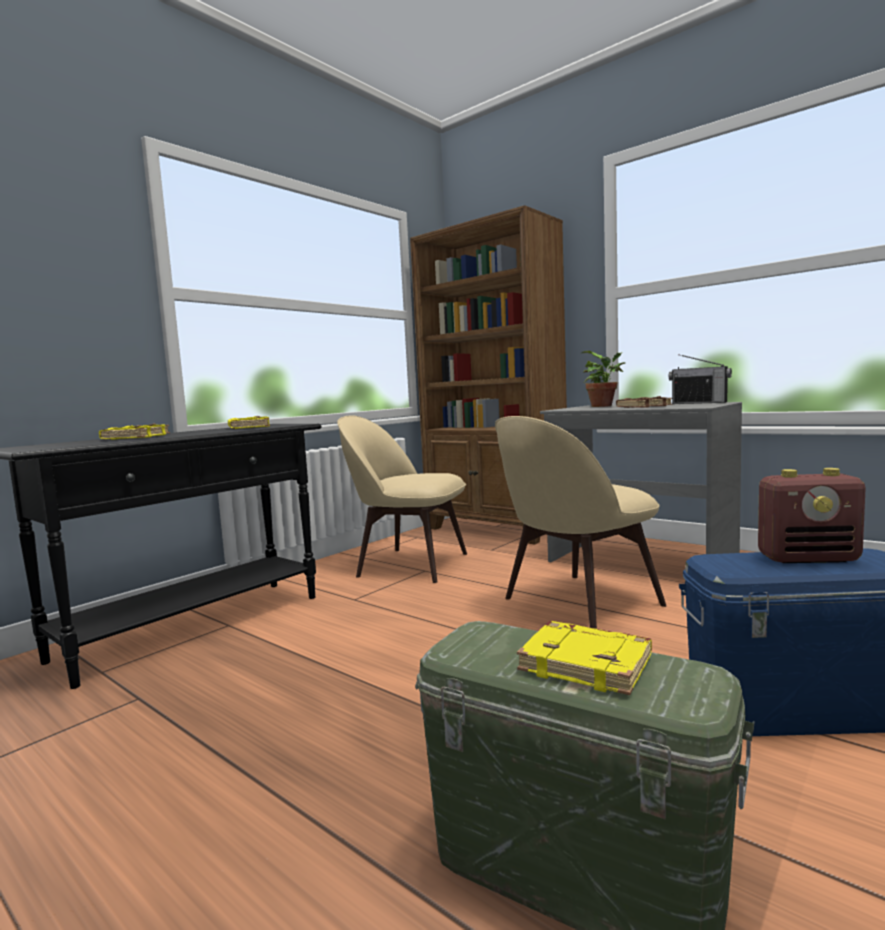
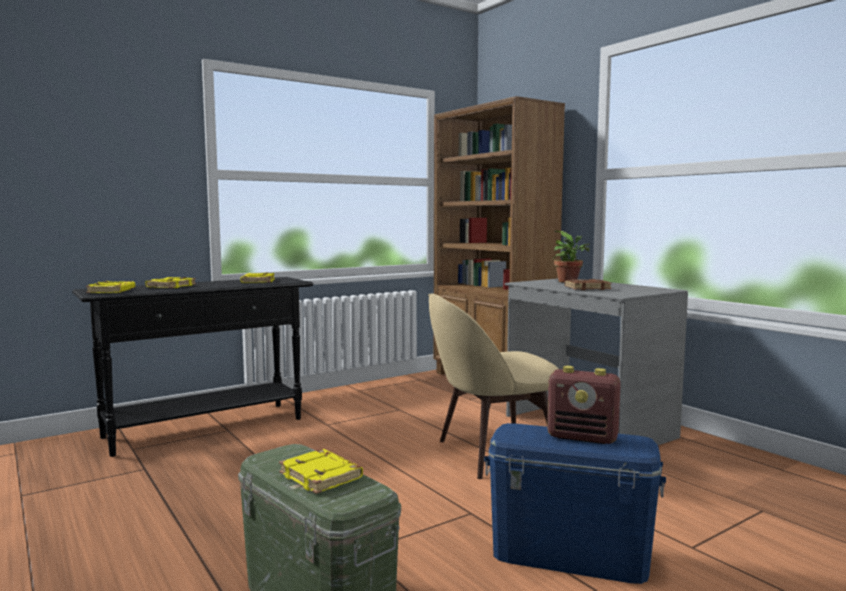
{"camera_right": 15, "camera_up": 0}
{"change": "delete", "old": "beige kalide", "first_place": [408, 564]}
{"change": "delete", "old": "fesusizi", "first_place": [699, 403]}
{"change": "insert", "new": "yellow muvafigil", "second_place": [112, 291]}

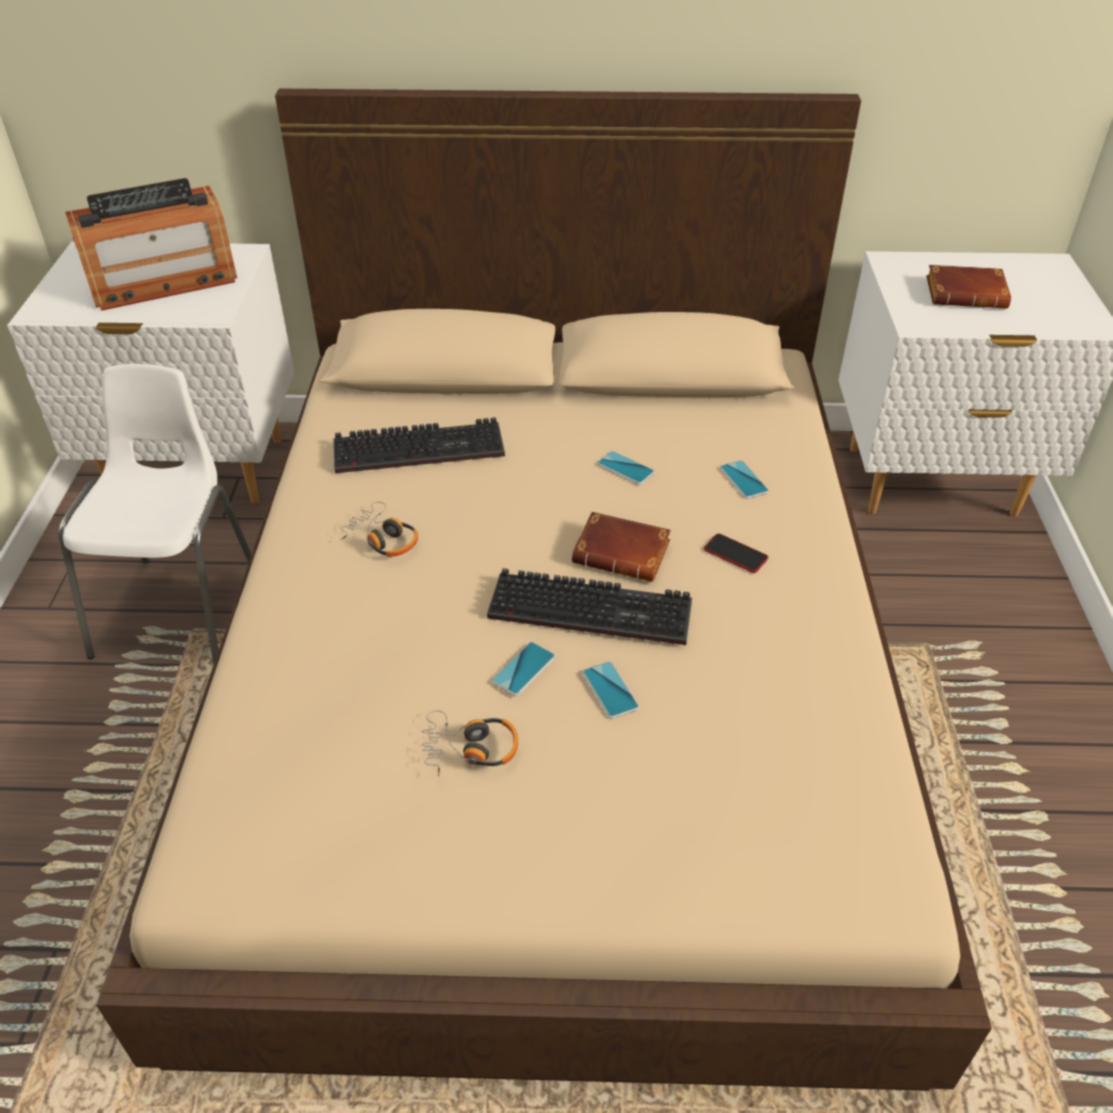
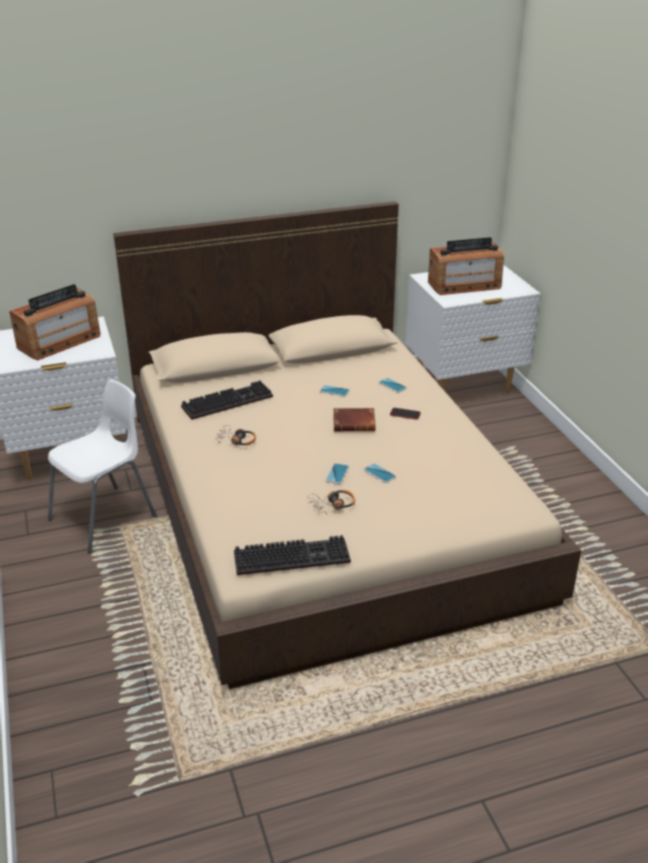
{"camera_right": -20, "camera_up": -10}
{"change": "move", "old": "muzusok", "first_place": [594, 608], "second_place": [293, 556]}
{"change": "replace", "old": "brown muvafigil", "new": "fesusizi", "first_place": [967, 294], "second_place": [464, 285]}
{"change": "rotate", "old": "white kalide", "first_place": [180, 607], "second_place": [105, 517], "degrees": 60}

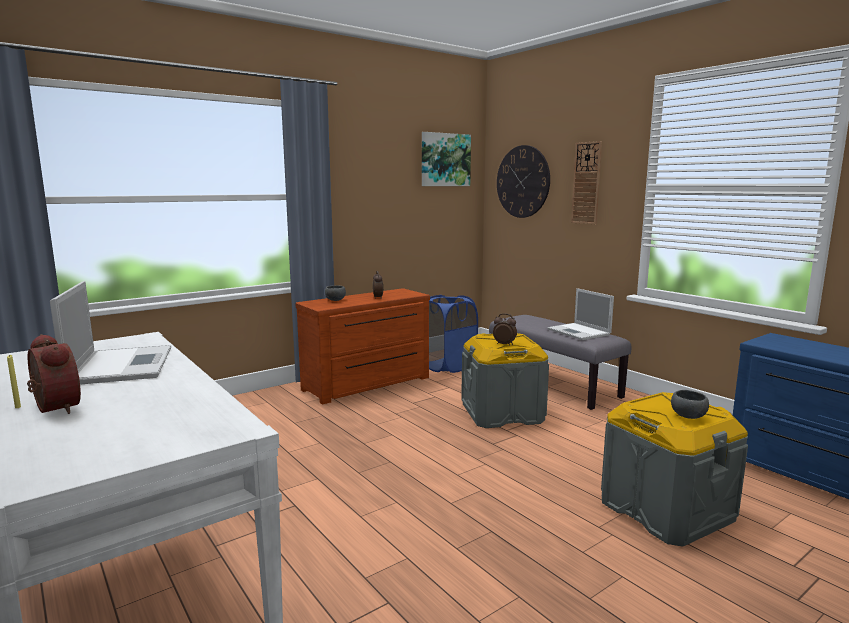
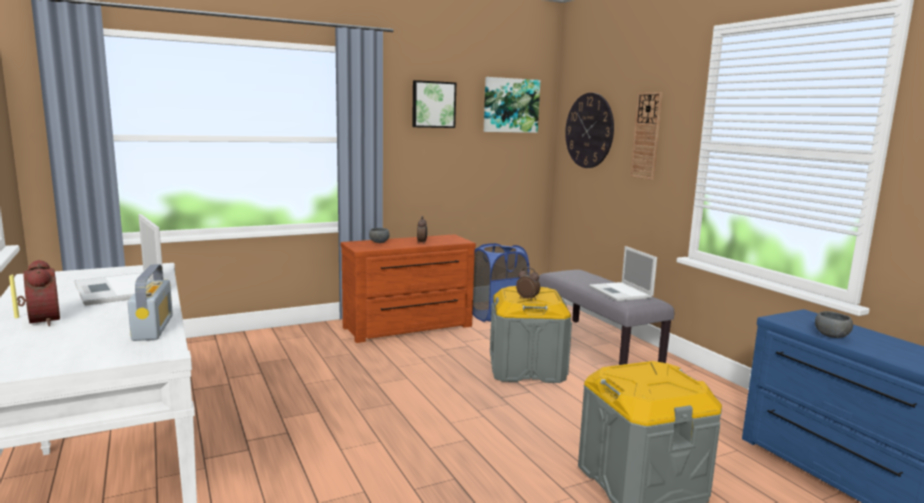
{"camera_right": 10, "camera_up": 0}
{"change": "insert", "new": "fesusizi", "second_place": [153, 328]}
{"change": "insert", "new": "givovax", "second_place": [433, 104]}
{"change": "move", "old": "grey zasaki", "first_place": [687, 416], "second_place": [830, 336]}
{"change": "rotate", "old": "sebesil", "first_place": [121, 365], "second_place": [119, 290], "degrees": 150}

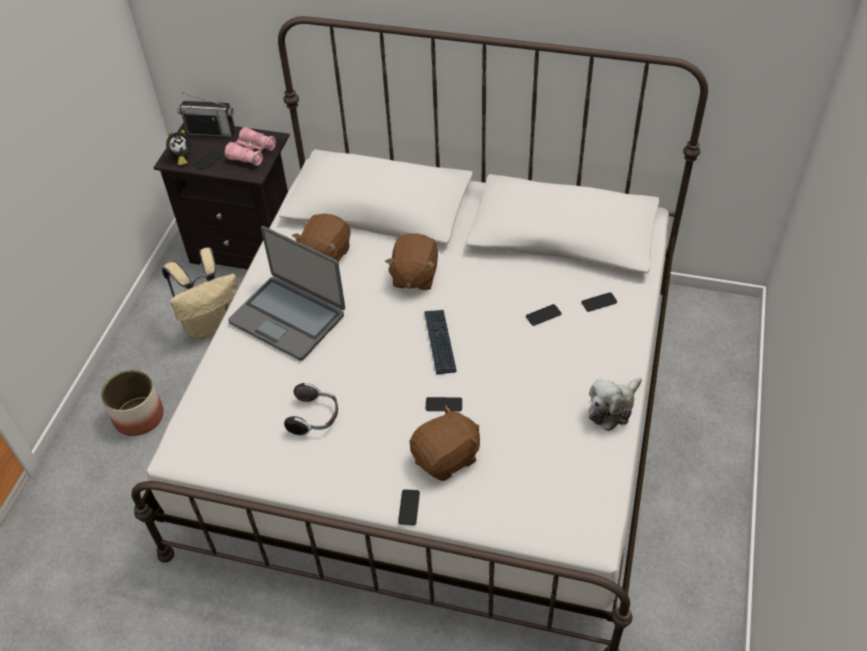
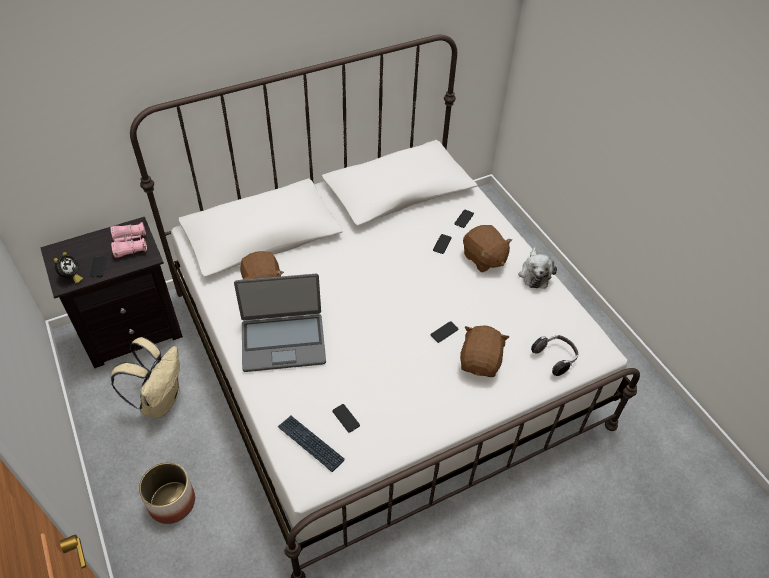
{"camera_right": -45, "camera_up": 0}
{"change": "delete", "old": "fesusizi", "first_place": [211, 132]}
{"change": "move", "old": "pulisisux", "first_place": [314, 417], "second_place": [555, 358]}
{"change": "move", "old": "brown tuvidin", "first_place": [414, 276], "second_place": [483, 259]}
{"change": "move", "old": "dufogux", "first_place": [409, 507], "second_place": [346, 418]}
{"change": "move", "old": "muzusok", "first_place": [439, 342], "second_place": [310, 443]}

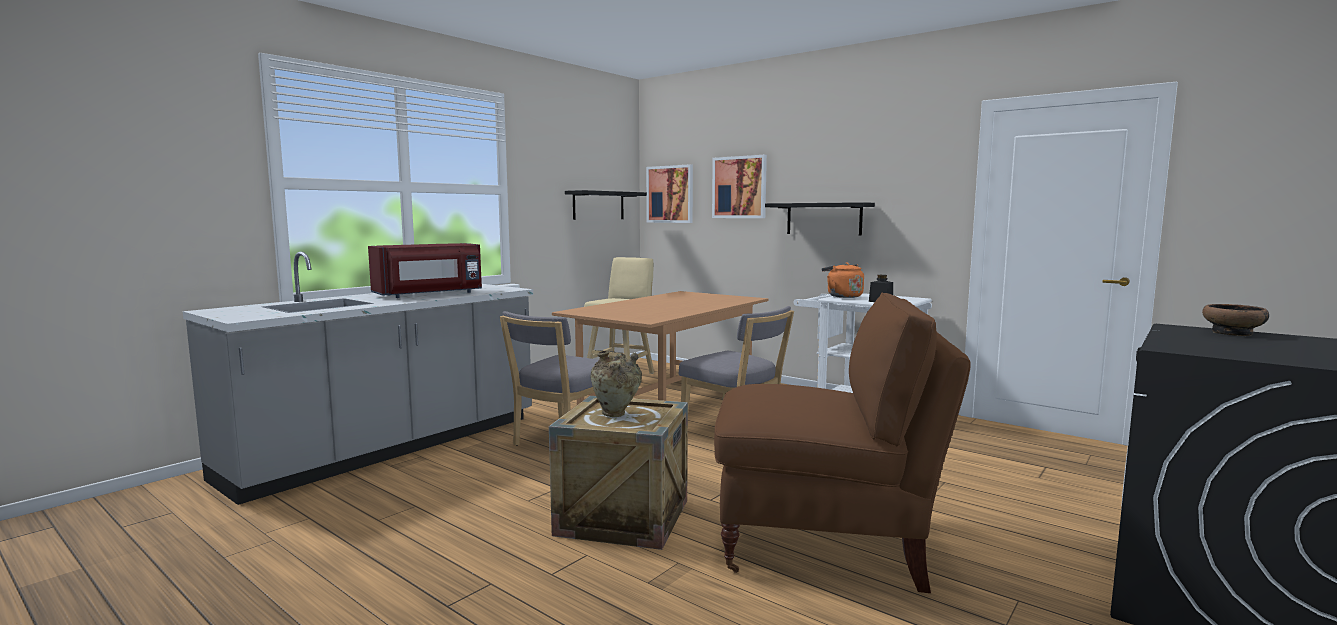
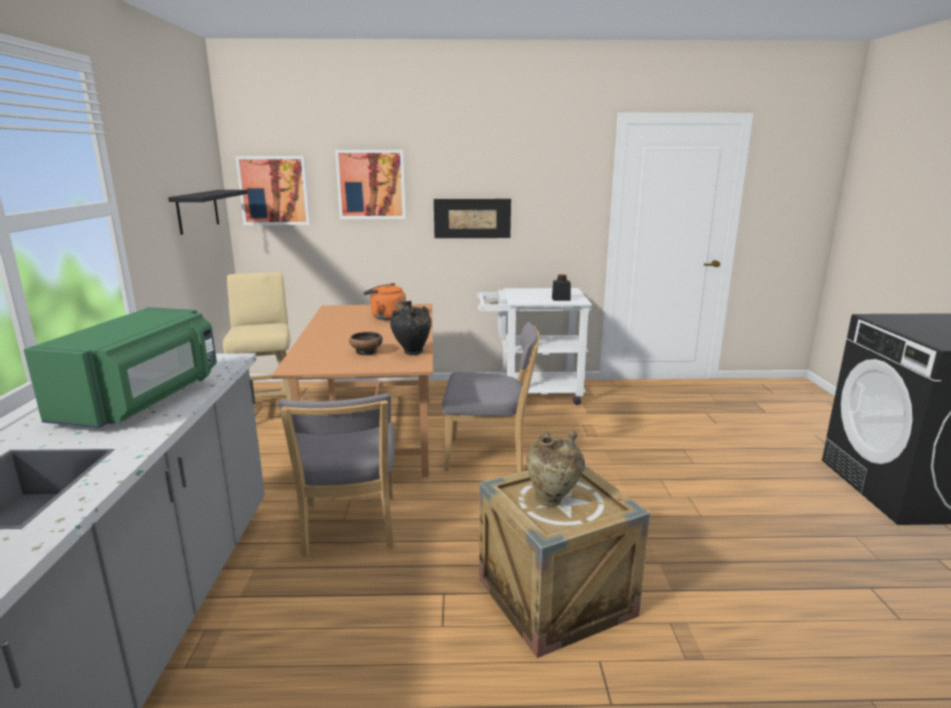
{"camera_right": -40, "camera_up": 10}
{"change": "delete", "old": "brown kalide", "first_place": [825, 542]}
{"change": "insert", "new": "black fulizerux", "second_place": [412, 353]}
{"change": "move", "old": "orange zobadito", "first_place": [842, 296], "second_place": [386, 317]}
{"change": "move", "old": "zasaki", "first_place": [1233, 333], "second_place": [366, 352]}
{"change": "replace", "old": "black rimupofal", "new": "givovax", "first_place": [823, 219], "second_place": [472, 218]}
{"change": "recolor", "old": "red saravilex", "new": "green saravilex", "first_place": [430, 294], "second_place": [143, 400]}

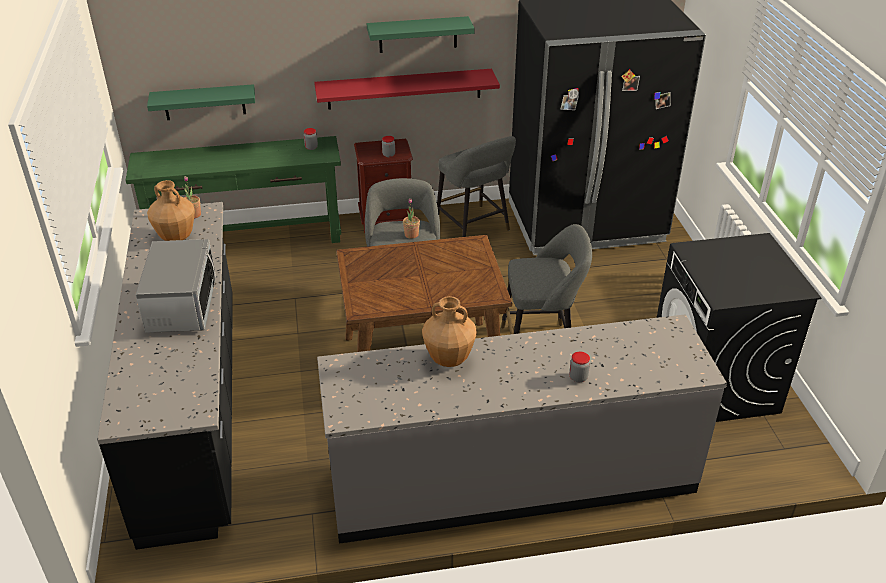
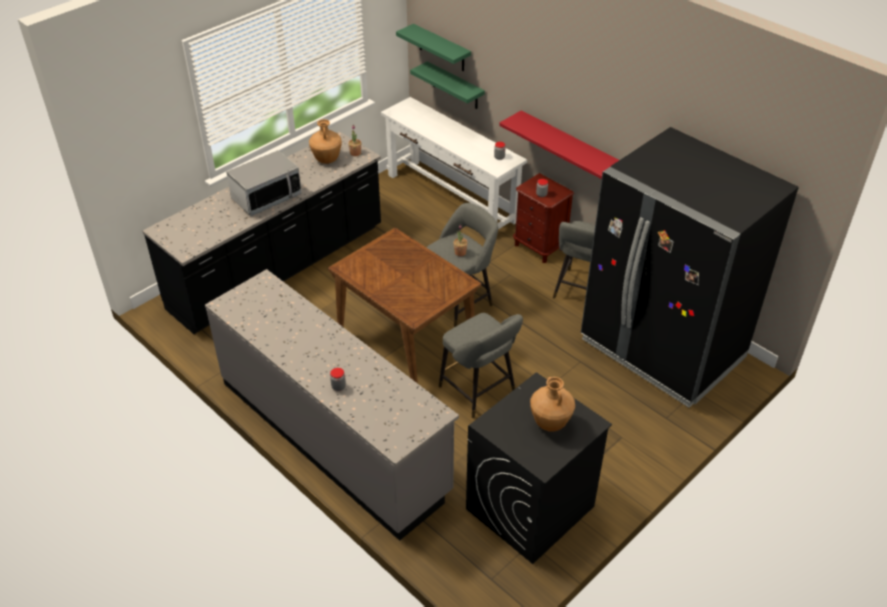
{"camera_right": 55, "camera_up": 5}
{"change": "move", "old": "green rimupofal", "first_place": [418, 34], "second_place": [441, 48]}
{"change": "move", "old": "brown fulizerux", "first_place": [448, 359], "second_place": [550, 423]}
{"change": "recolor", "old": "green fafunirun", "new": "white fafunirun", "first_place": [247, 238], "second_place": [451, 198]}

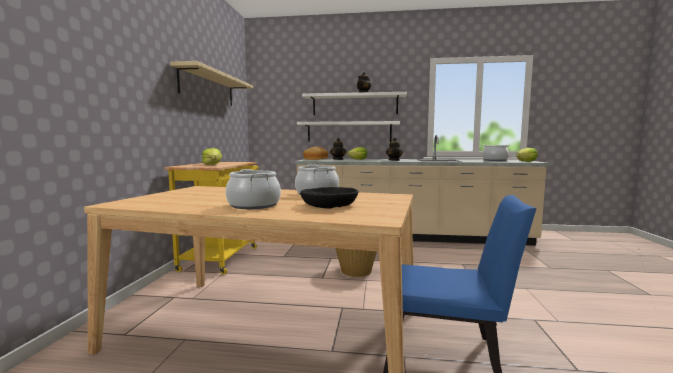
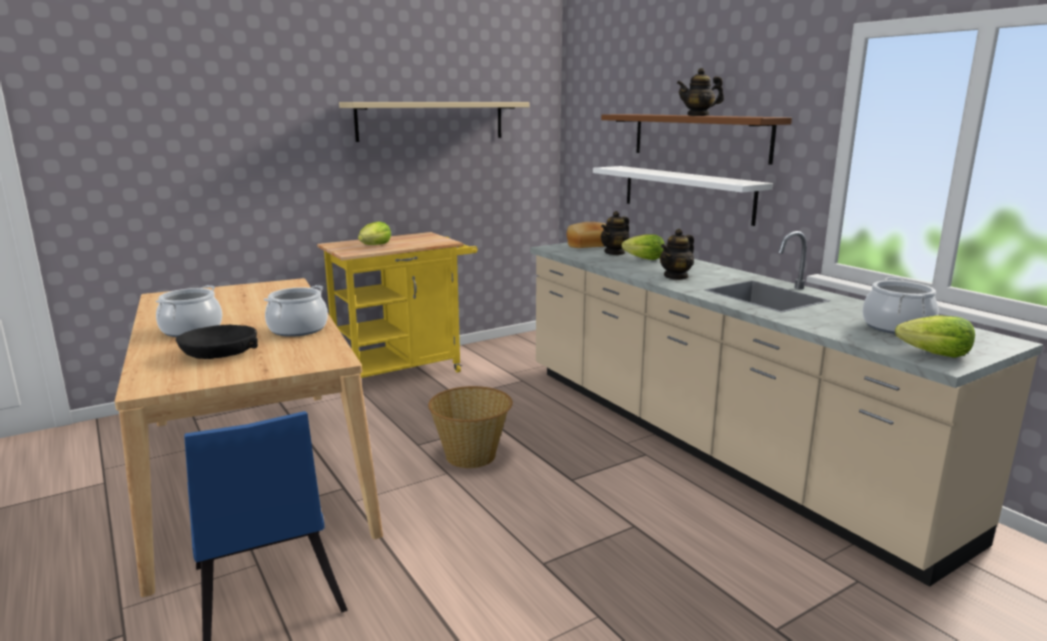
{"camera_right": 50, "camera_up": 10}
{"change": "recolor", "old": "white rimupofal", "new": "brown rimupofal", "first_place": [355, 105], "second_place": [699, 137]}

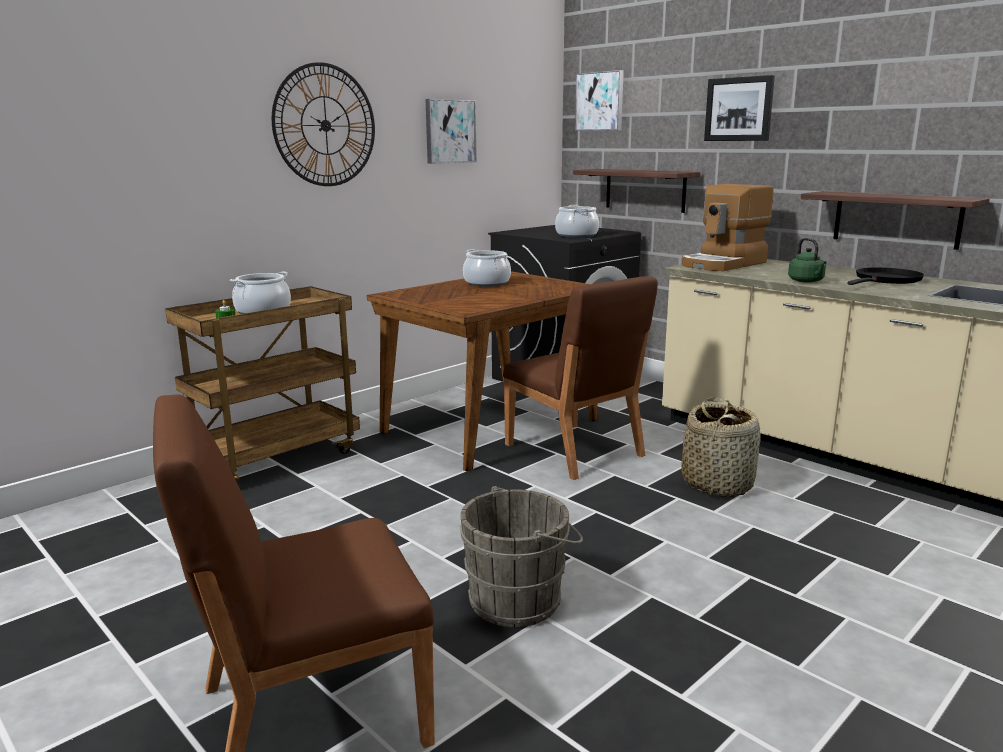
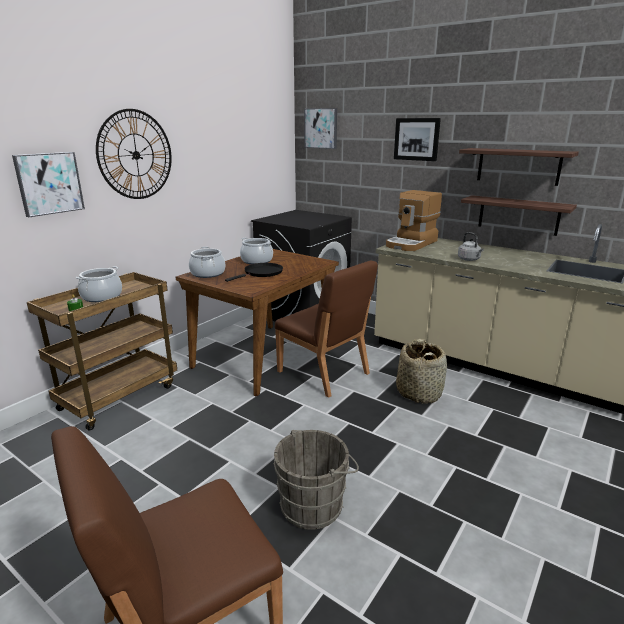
{"camera_right": -10, "camera_up": 5}
{"change": "move", "old": "givovax", "first_place": [449, 131], "second_place": [49, 183]}
{"change": "move", "old": "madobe", "first_place": [576, 235], "second_place": [207, 273]}
{"change": "move", "old": "rimupofal", "first_place": [645, 190], "second_place": [518, 166]}
{"change": "move", "old": "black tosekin", "first_place": [886, 280], "second_place": [261, 273]}
{"change": "recolor", "old": "green zobadito", "new": "grey zobadito", "first_place": [807, 281], "second_place": [469, 259]}

